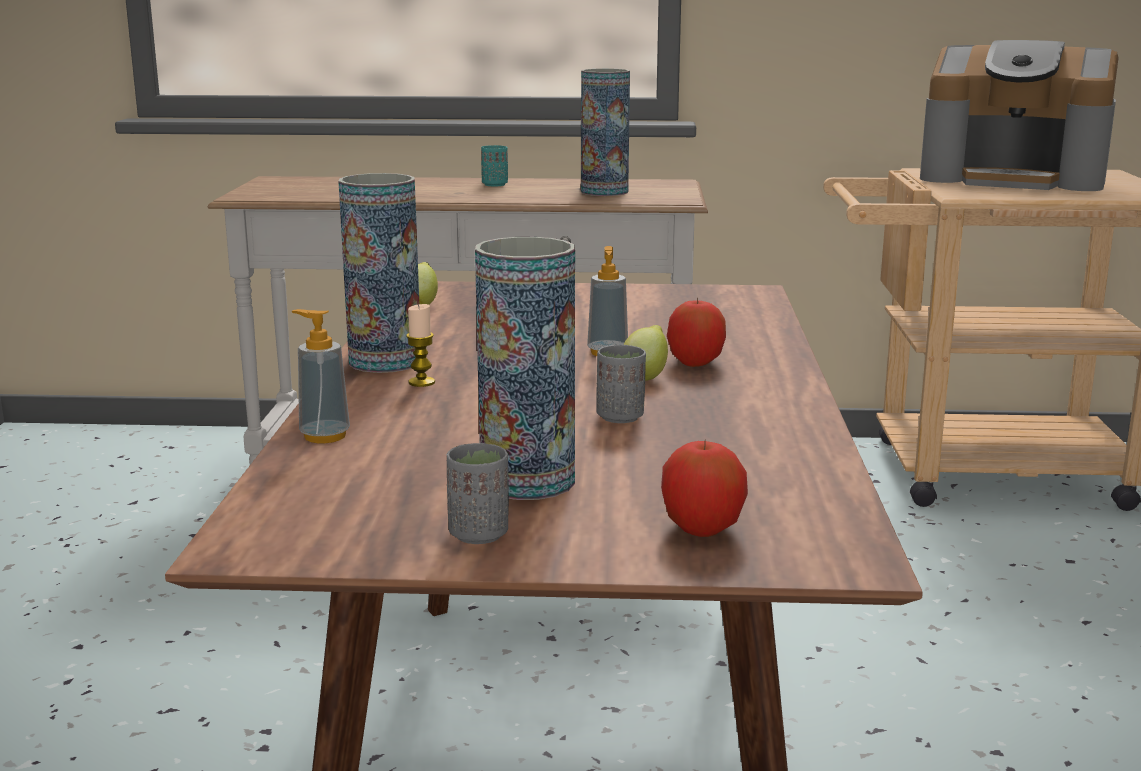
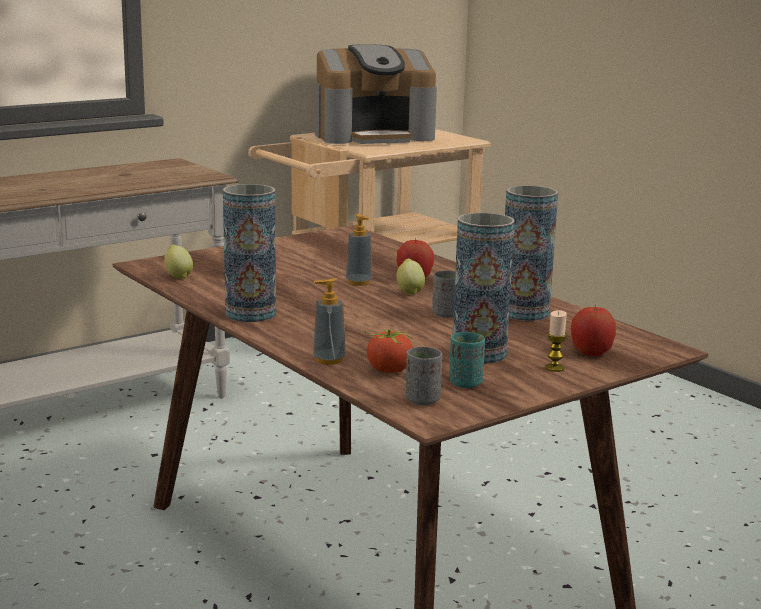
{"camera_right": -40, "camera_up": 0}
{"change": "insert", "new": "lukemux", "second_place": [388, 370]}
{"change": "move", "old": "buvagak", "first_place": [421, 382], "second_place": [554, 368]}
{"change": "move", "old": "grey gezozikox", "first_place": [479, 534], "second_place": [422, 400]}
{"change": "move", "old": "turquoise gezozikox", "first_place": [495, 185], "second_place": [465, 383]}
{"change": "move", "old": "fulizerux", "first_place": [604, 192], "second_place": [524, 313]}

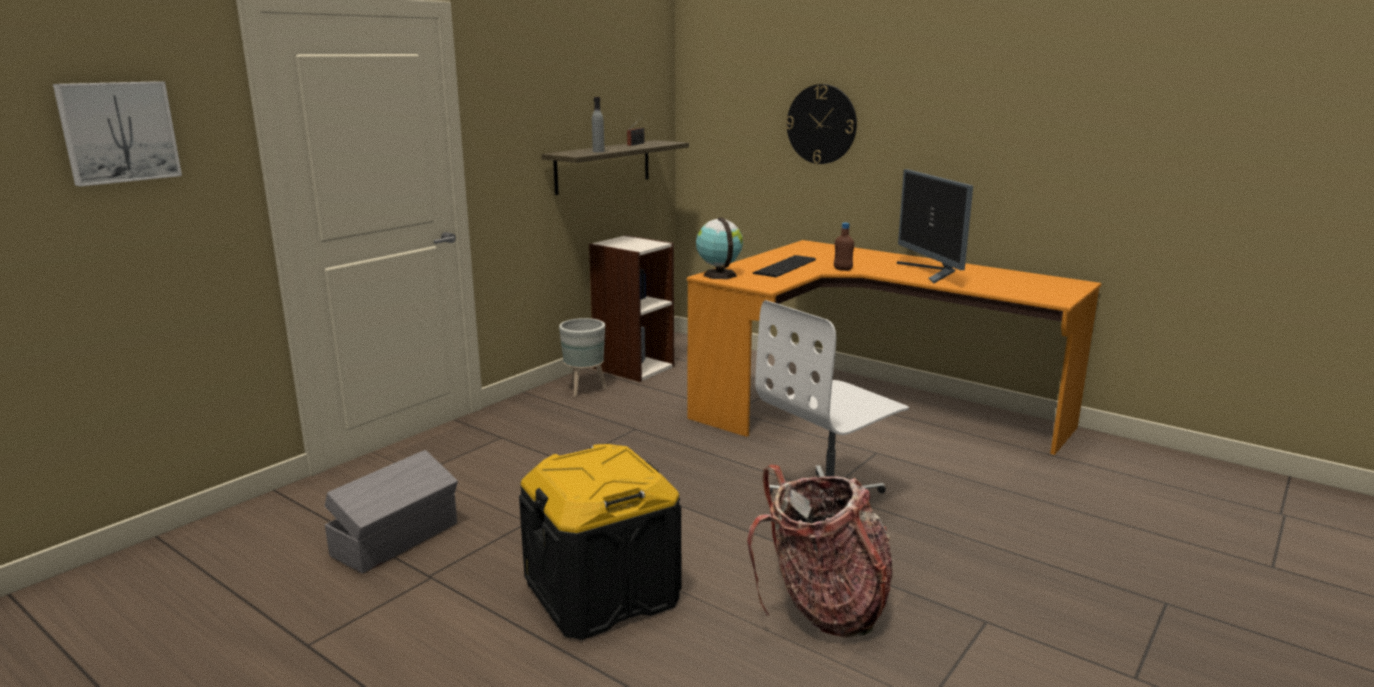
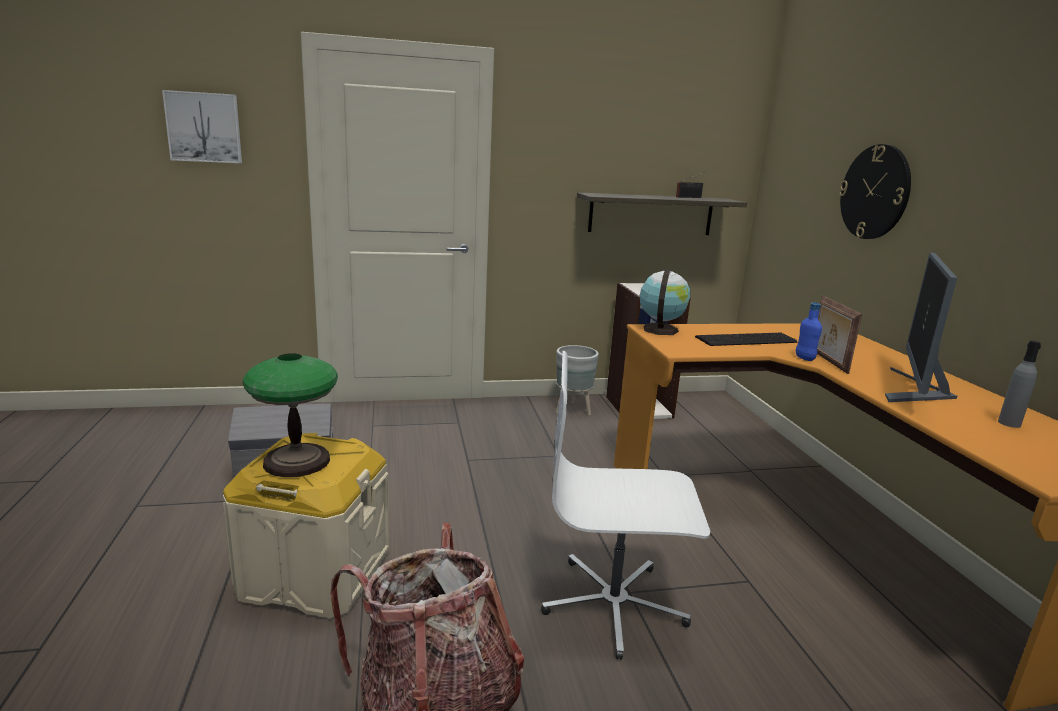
{"camera_right": 40, "camera_up": 0}
{"change": "insert", "new": "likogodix", "second_place": [296, 461]}
{"change": "insert", "new": "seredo", "second_place": [827, 361]}
{"change": "move", "old": "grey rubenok", "first_place": [598, 151], "second_place": [1009, 423]}
{"change": "recolor", "old": "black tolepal", "new": "beige tolepal", "first_place": [602, 592], "second_place": [315, 573]}
{"change": "recolor", "old": "brown rubenok", "new": "blue rubenok", "first_place": [842, 269], "second_place": [804, 358]}

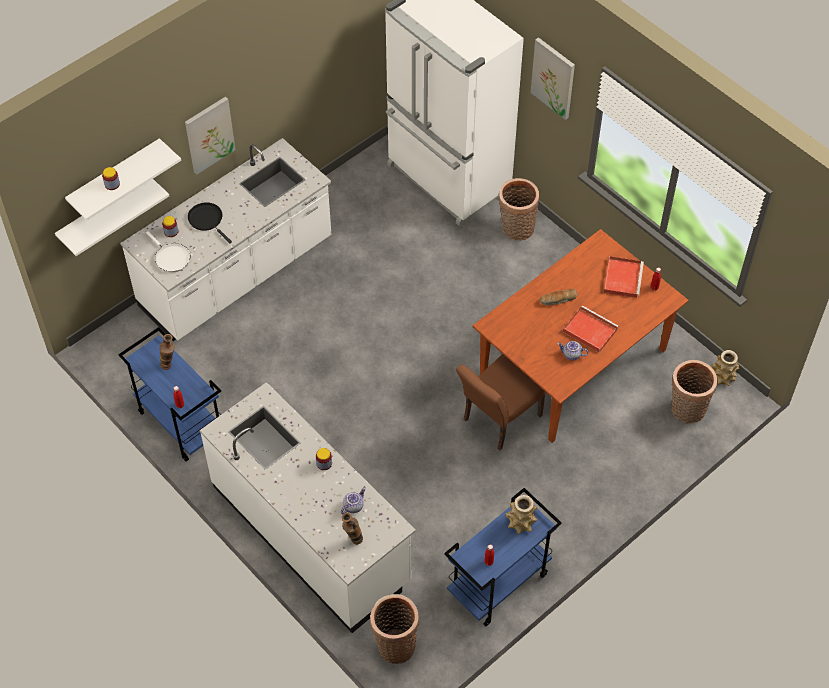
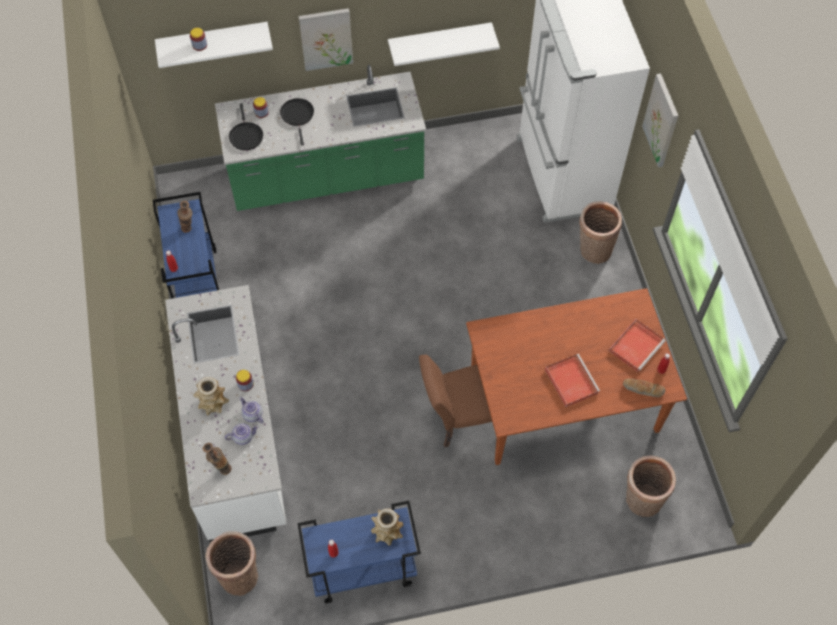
{"camera_right": 30, "camera_up": 5}
{"change": "move", "old": "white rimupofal", "first_place": [104, 212], "second_place": [439, 40]}
{"change": "move", "old": "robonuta", "first_place": [558, 300], "second_place": [643, 390]}
{"change": "move", "old": "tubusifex", "first_place": [571, 355], "second_place": [252, 415]}
{"change": "move", "old": "fulizerux", "first_place": [722, 377], "second_place": [213, 403]}
{"change": "recolor", "old": "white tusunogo", "new": "green tusunogo", "first_place": [237, 274], "second_place": [326, 176]}
{"change": "recolor", "old": "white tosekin", "new": "black tosekin", "first_place": [171, 258], "second_place": [245, 136]}

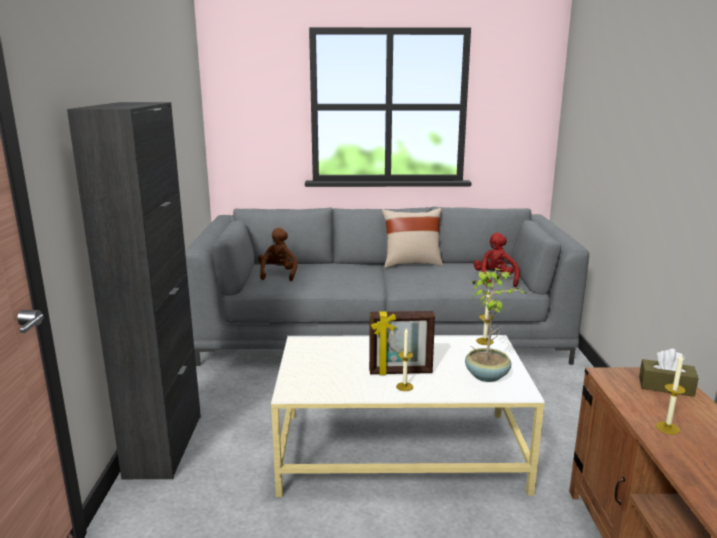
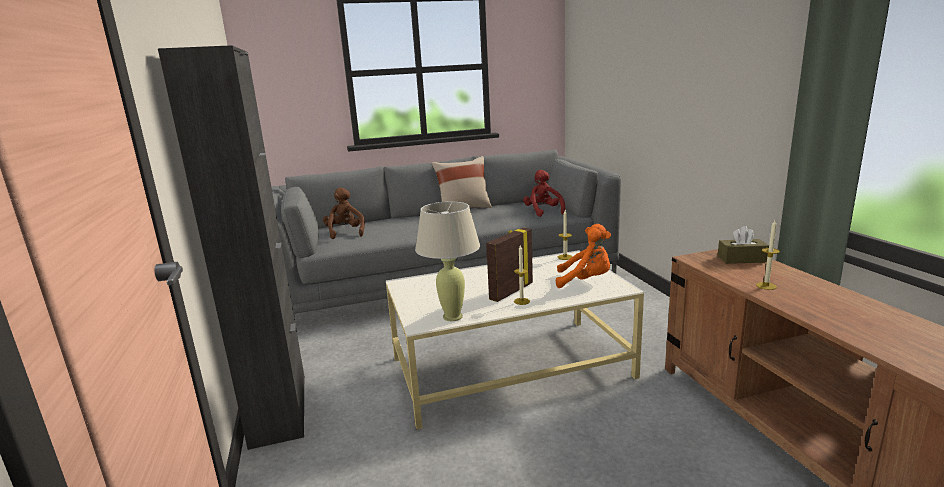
{"camera_right": -15, "camera_up": 0}
{"change": "insert", "new": "beige likogodix", "second_place": [452, 317]}
{"change": "replace", "old": "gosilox", "new": "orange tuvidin", "first_place": [487, 375], "second_place": [585, 281]}
{"change": "rotate", "old": "seredo", "first_place": [400, 372], "second_place": [510, 291], "degrees": 150}

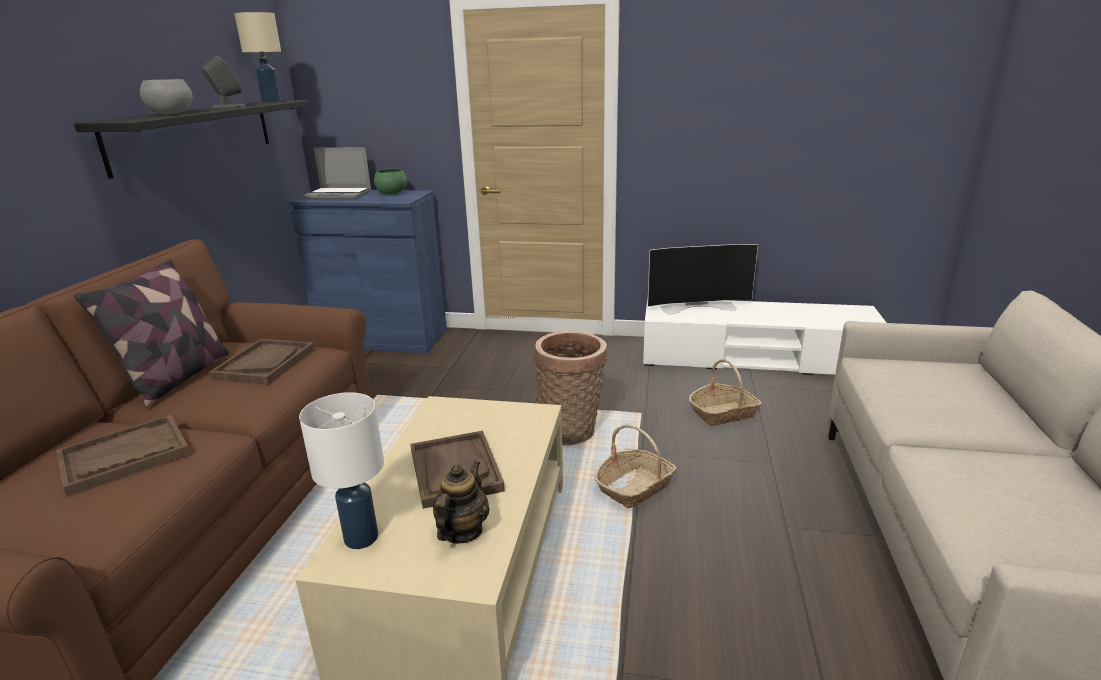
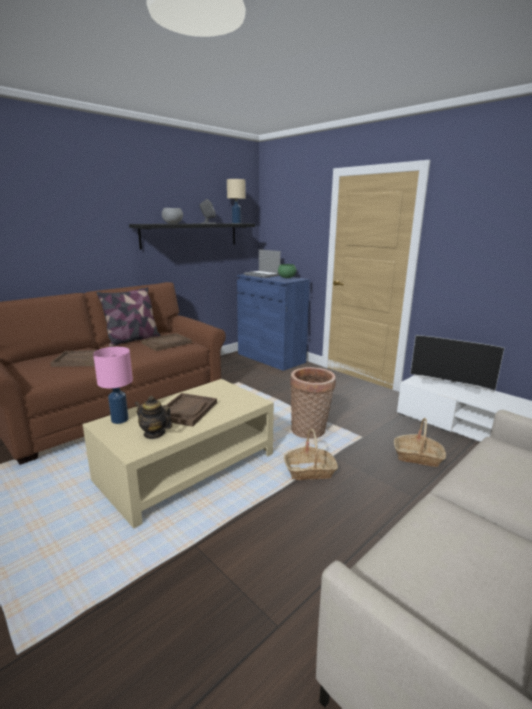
{"camera_right": 35, "camera_up": -5}
{"change": "recolor", "old": "white likogodix", "new": "pink likogodix", "first_place": [361, 537], "second_place": [120, 419]}
{"change": "rotate", "old": "tubusifex", "first_place": [462, 531], "second_place": [154, 433], "degrees": -120}

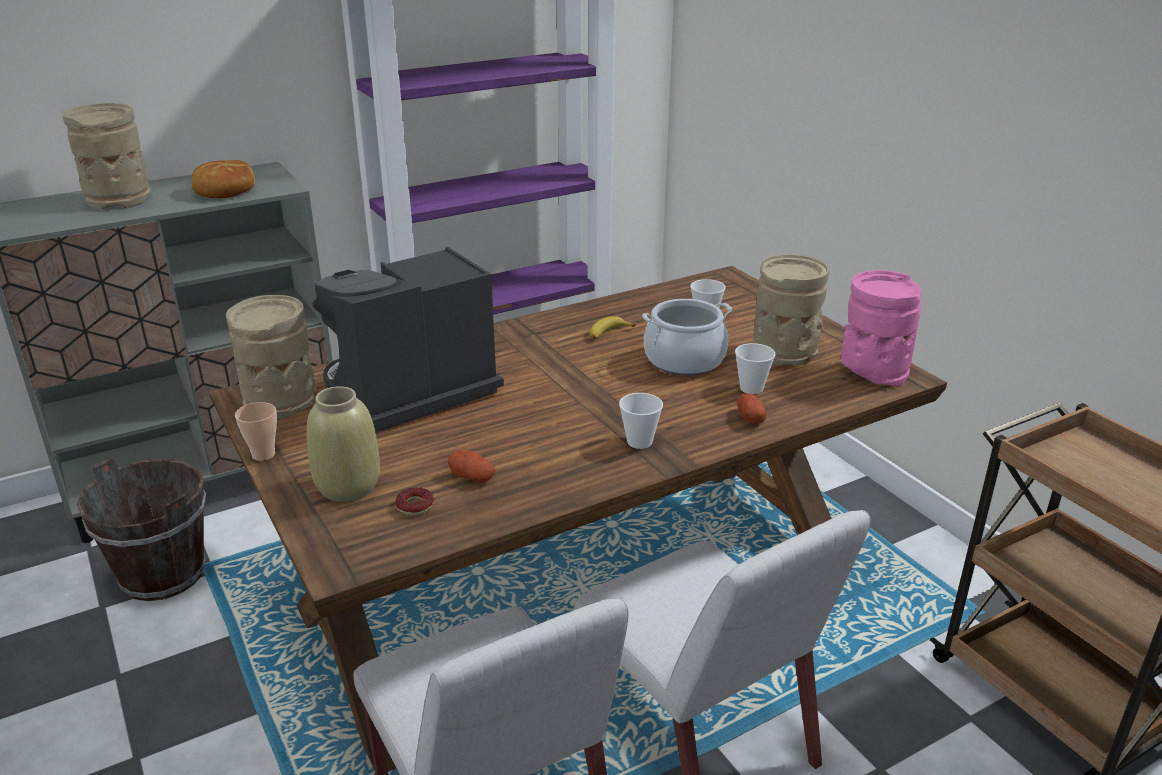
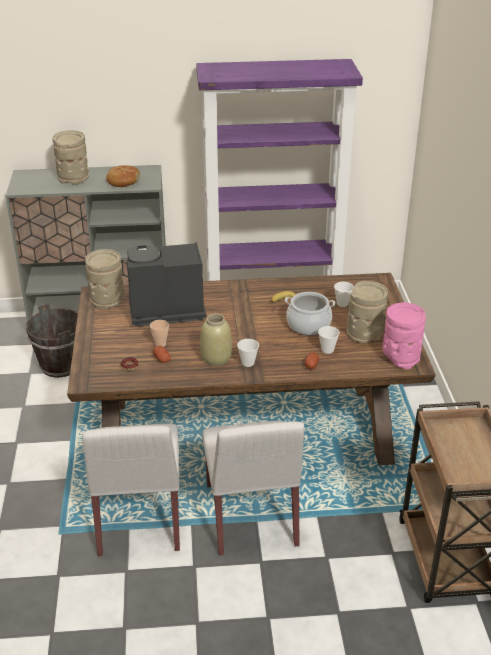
{"camera_right": 25, "camera_up": 5}
{"change": "move", "old": "gezozikox", "first_place": [263, 454], "second_place": [160, 344]}
{"change": "move", "old": "beige fulizerux", "first_place": [348, 486], "second_place": [216, 358]}

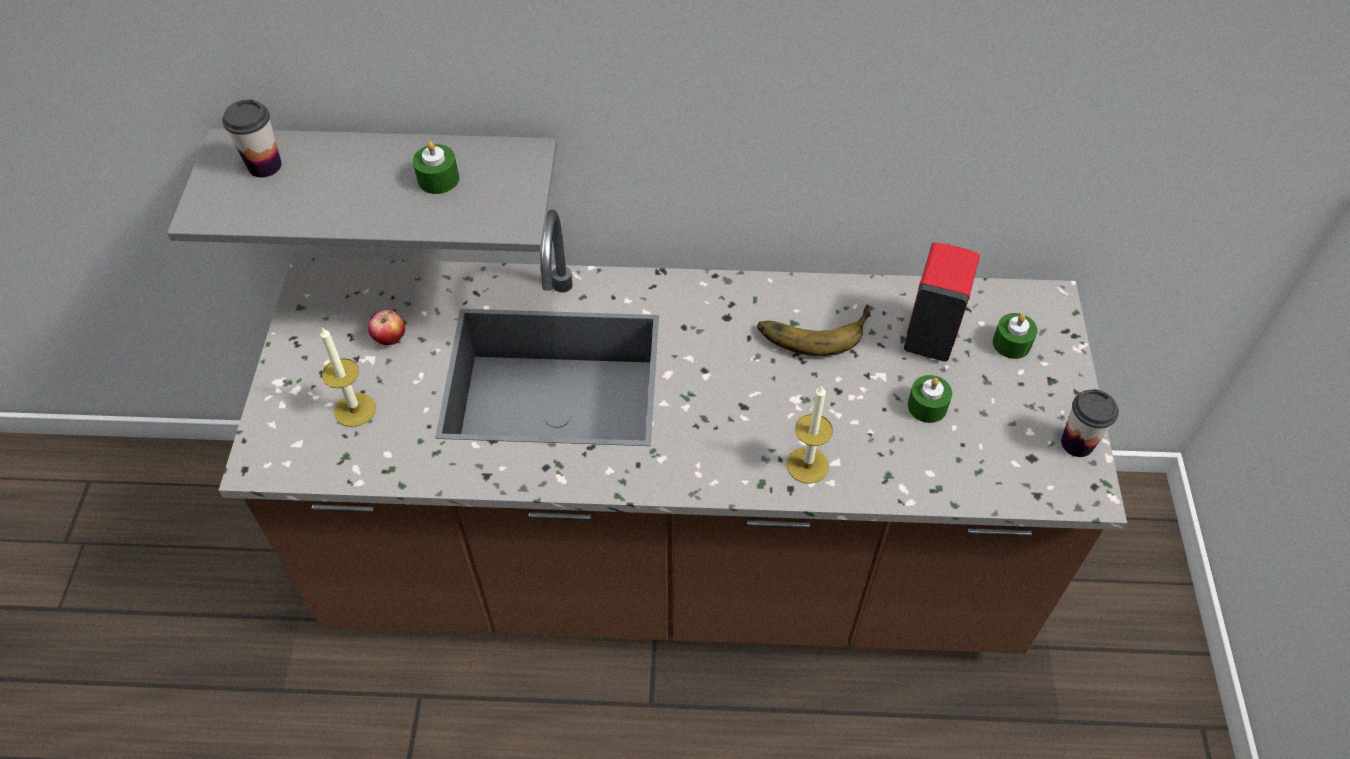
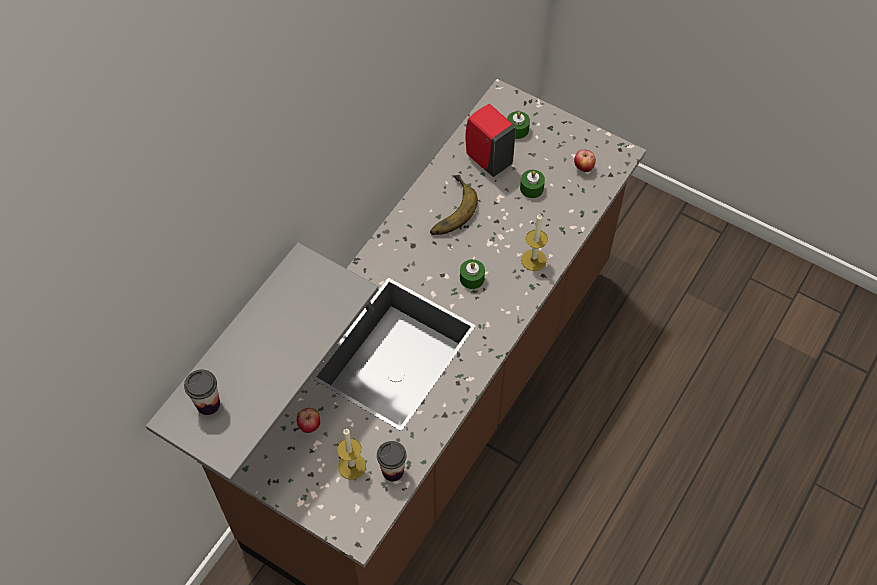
{"camera_right": -60, "camera_up": 5}
{"change": "insert", "new": "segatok", "second_place": [583, 168]}
{"change": "move", "old": "green buvagak", "first_place": [438, 179], "second_place": [472, 278]}
{"change": "move", "old": "gezozikox", "first_place": [1077, 443], "second_place": [392, 471]}

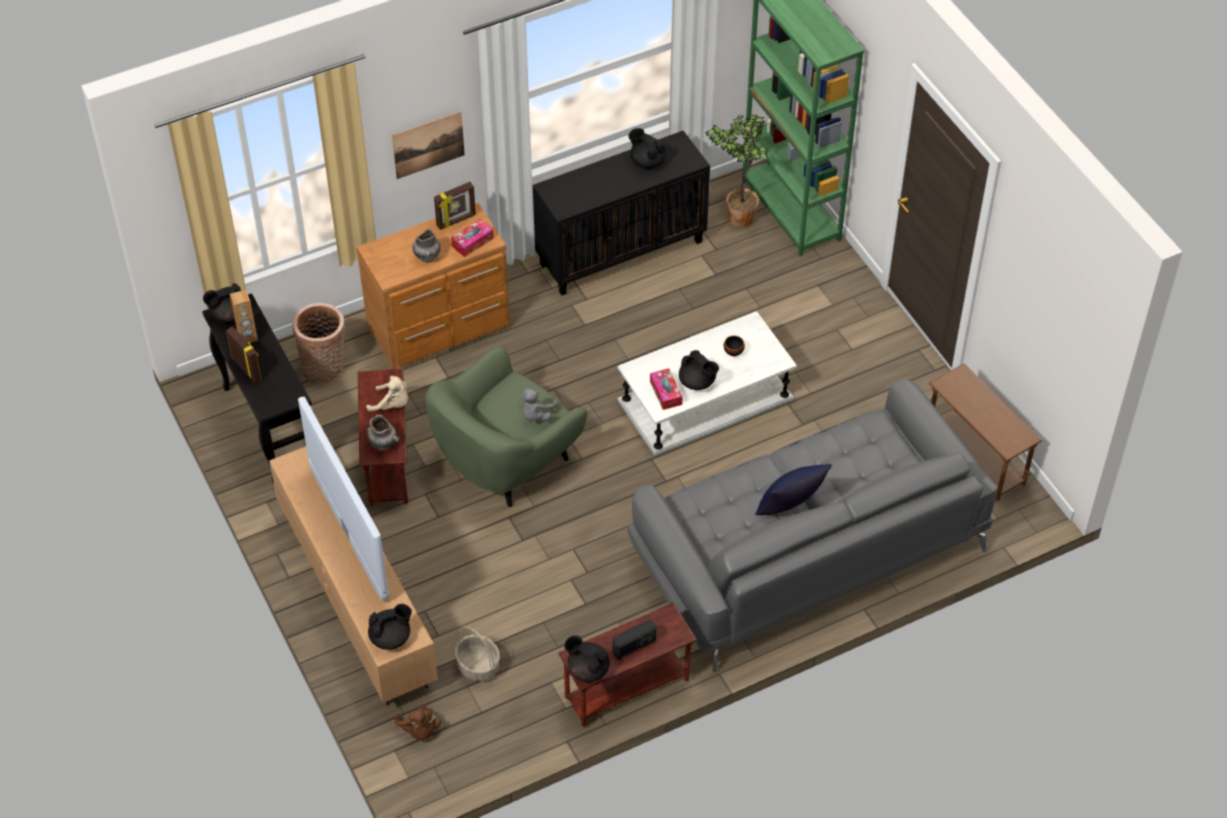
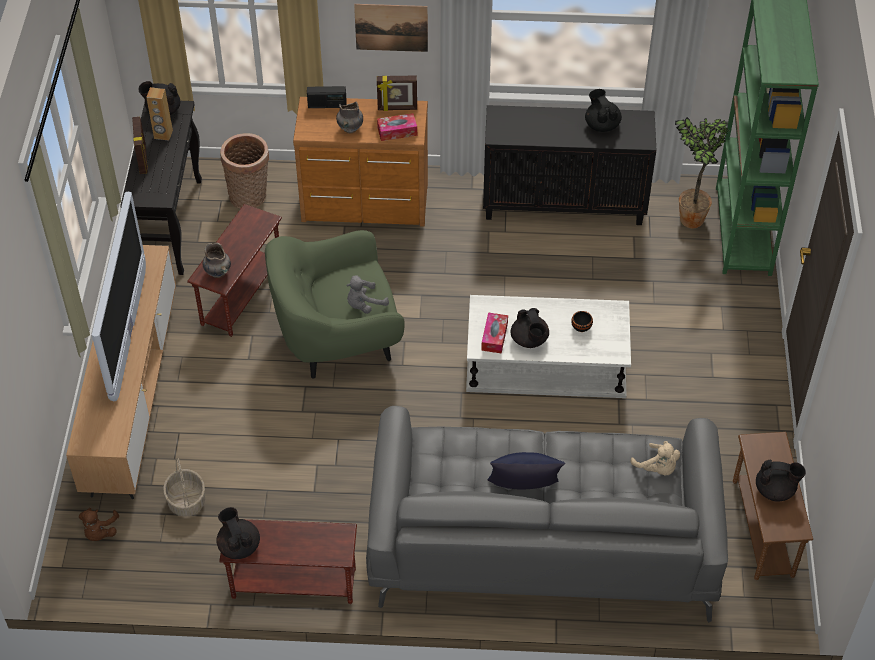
{"camera_right": 30, "camera_up": 0}
{"change": "move", "old": "beige tuvidin", "first_place": [392, 405], "second_place": [657, 468]}
{"change": "move", "old": "black tubusifex", "first_place": [391, 637], "second_place": [775, 490]}
{"change": "move", "old": "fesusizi", "first_place": [634, 646], "second_place": [327, 105]}

